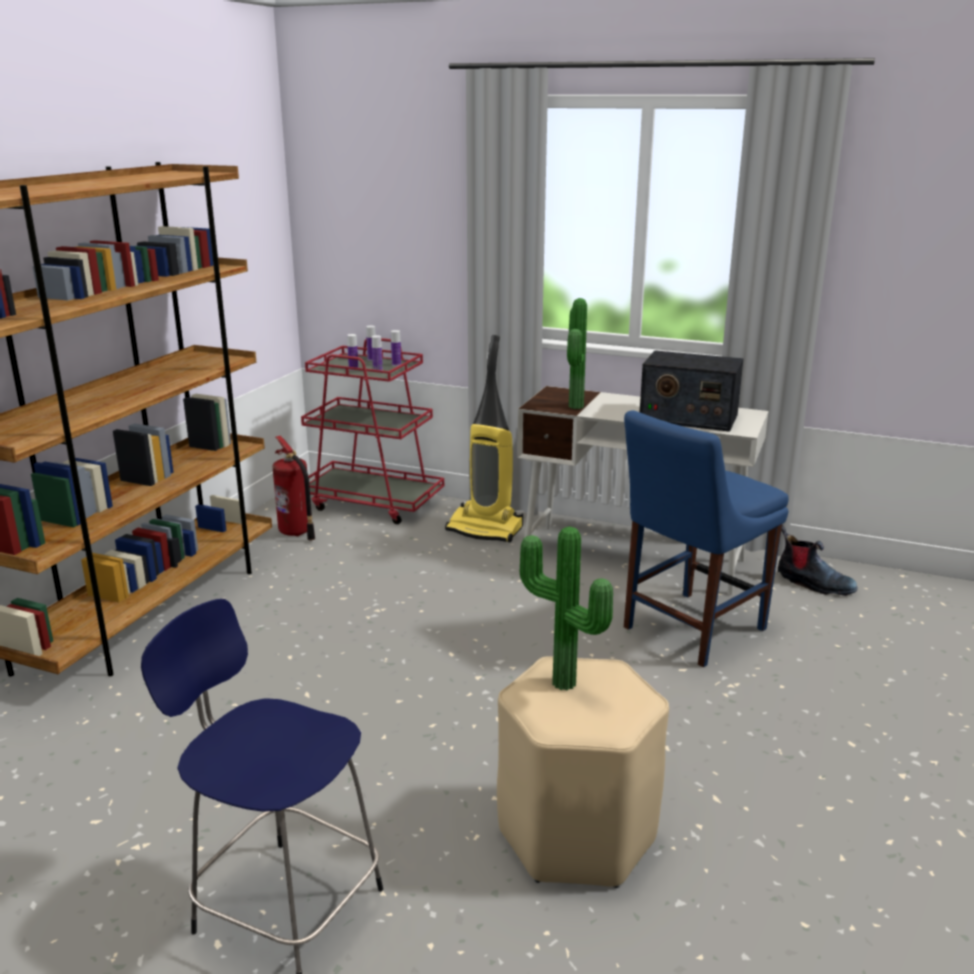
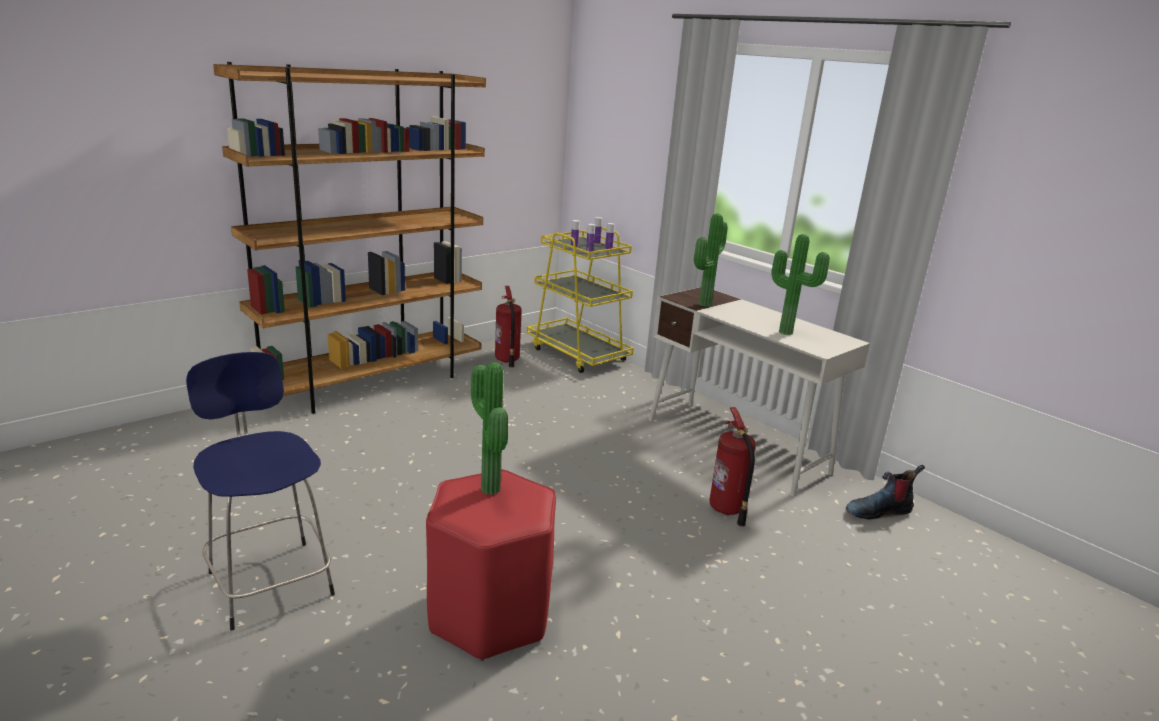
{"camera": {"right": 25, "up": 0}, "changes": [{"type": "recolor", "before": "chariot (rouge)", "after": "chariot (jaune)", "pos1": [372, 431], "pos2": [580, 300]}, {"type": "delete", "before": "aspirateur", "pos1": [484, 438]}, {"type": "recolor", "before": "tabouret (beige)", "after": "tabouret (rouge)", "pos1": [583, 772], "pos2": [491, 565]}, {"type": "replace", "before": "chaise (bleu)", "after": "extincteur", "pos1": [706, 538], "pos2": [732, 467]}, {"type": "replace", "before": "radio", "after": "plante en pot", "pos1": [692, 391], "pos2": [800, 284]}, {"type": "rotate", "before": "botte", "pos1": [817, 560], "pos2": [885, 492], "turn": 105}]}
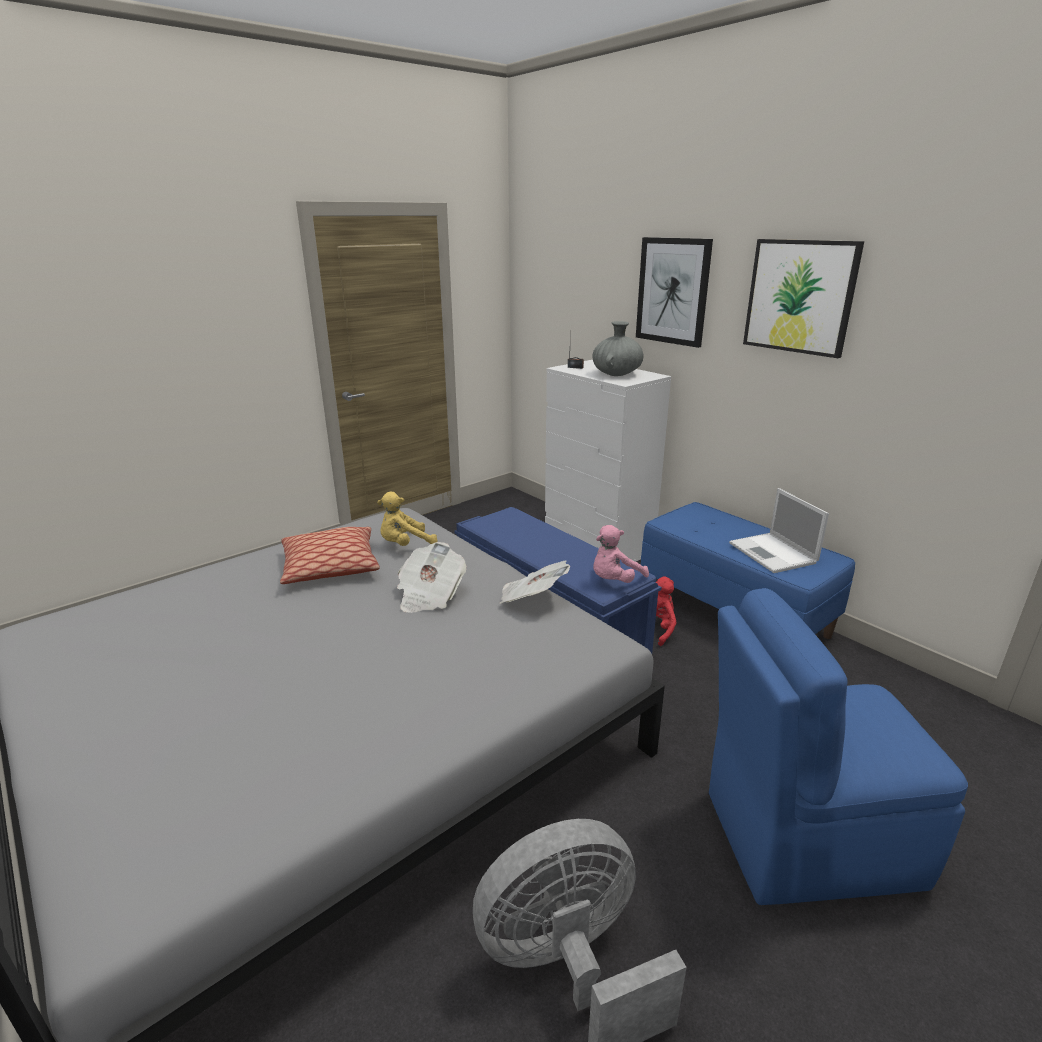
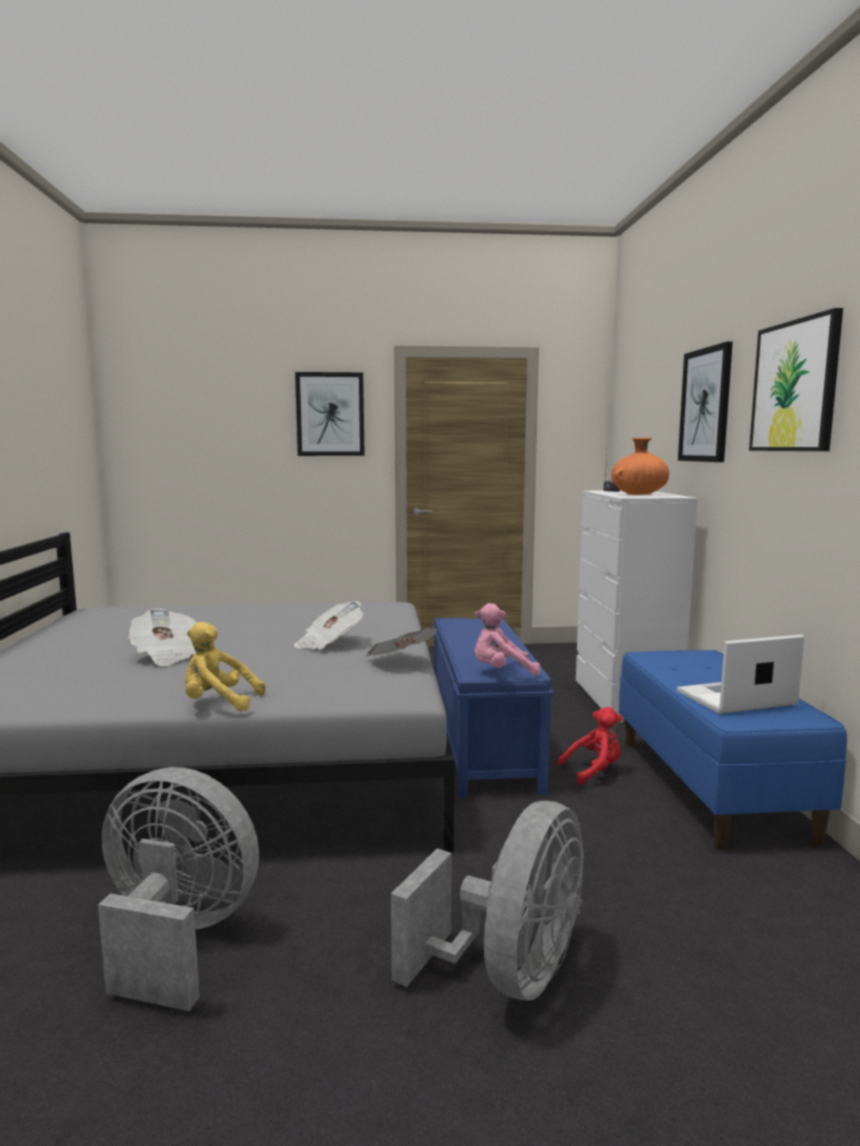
{"camera": {"right": 35, "up": -15}, "changes": [{"type": "delete", "before": "coussin", "pos1": [330, 555]}, {"type": "move", "before": "peluche (jaune)", "pos1": [407, 519], "pos2": [225, 666]}, {"type": "recolor", "before": "vase (gris)", "after": "vase (orange)", "pos1": [618, 348], "pos2": [640, 466]}, {"type": "replace", "before": "chaise (bleu)", "after": "ventilateur (gris)", "pos1": [838, 746], "pos2": [487, 901]}, {"type": "rotate", "before": "ordinateur portable", "pos1": [779, 530], "pos2": [740, 674], "turn": 60}, {"type": "insert", "after": "journal", "pos2": [162, 637]}, {"type": "insert", "after": "tableau", "pos2": [330, 414]}]}
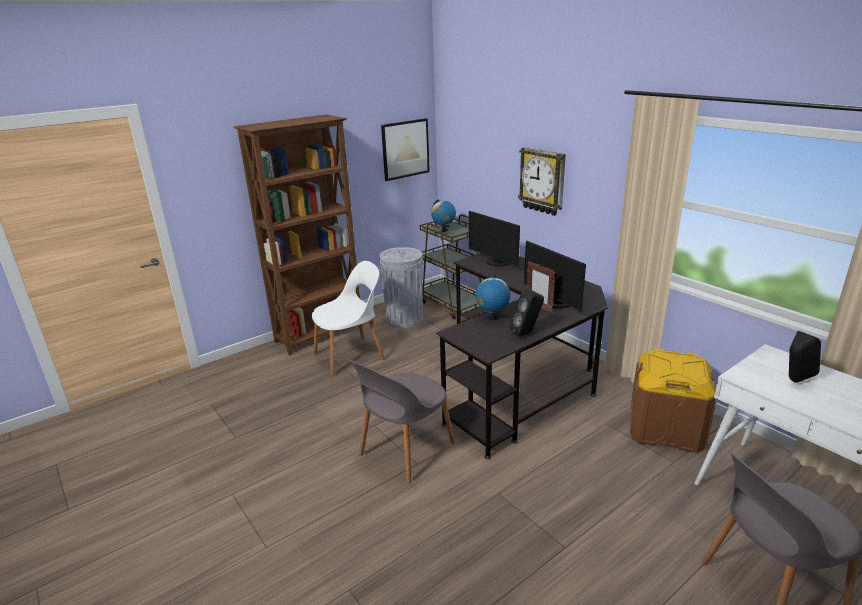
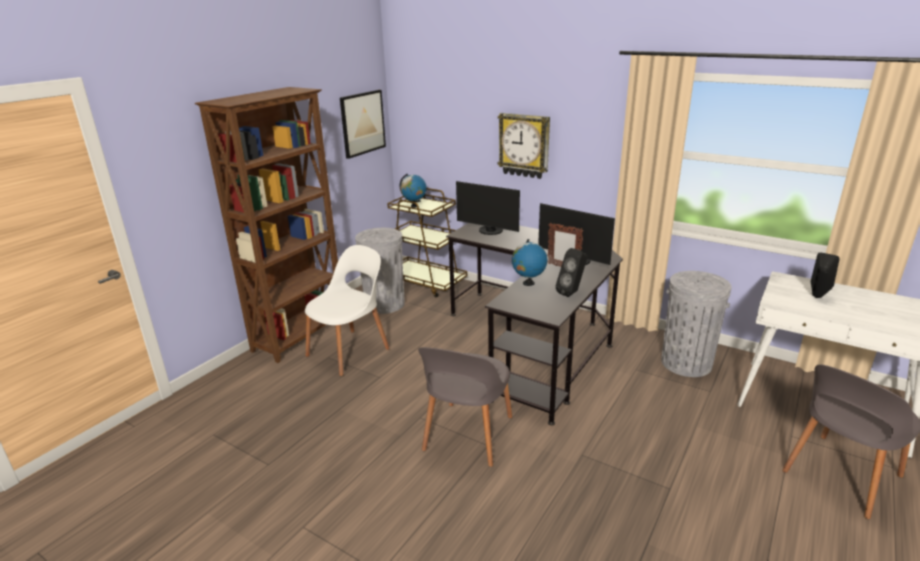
{"camera": {"right": -20, "up": 0}, "changes": [{"type": "replace", "before": "boîte de rangement (marron)", "after": "poubelle (gris)", "pos1": [673, 401], "pos2": [696, 324]}]}
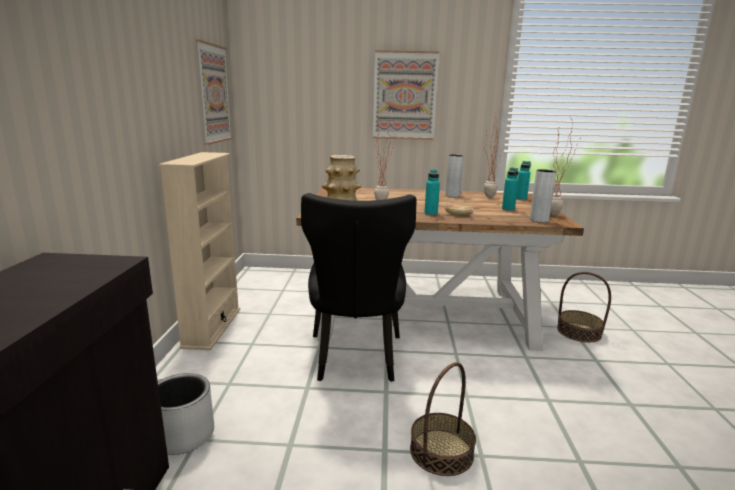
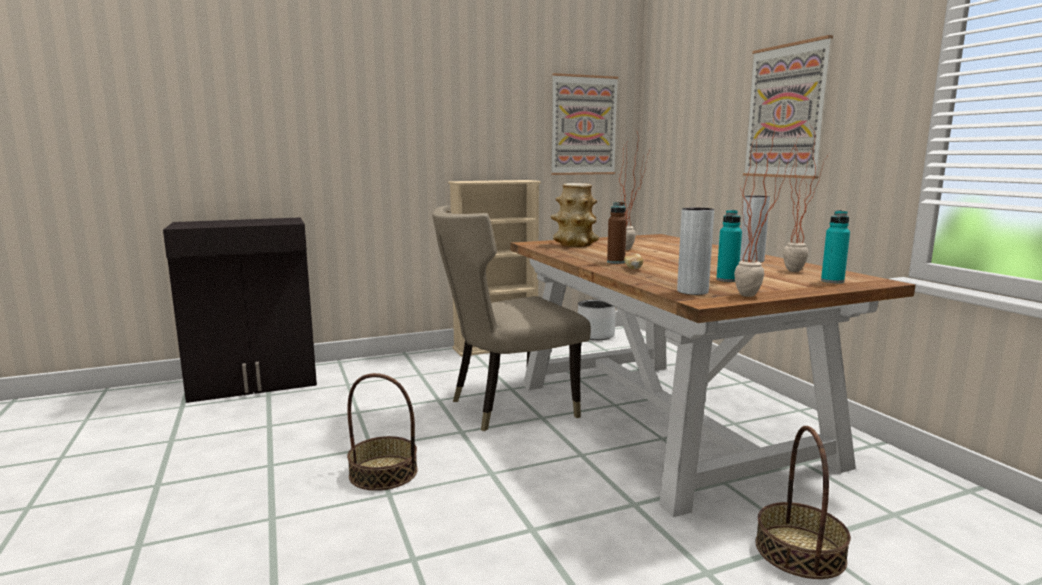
{"camera": {"right": 65, "up": -5}, "changes": [{"type": "move", "before": "cache-pot (gris)", "pos1": [186, 414], "pos2": [596, 320]}, {"type": "recolor", "before": "chaise (noir)", "after": "chaise (beige)", "pos1": [358, 287], "pos2": [511, 318]}, {"type": "recolor", "before": "bouteille (turquoise)", "after": "bouteille (marron)", "pos1": [432, 192], "pos2": [617, 233]}]}
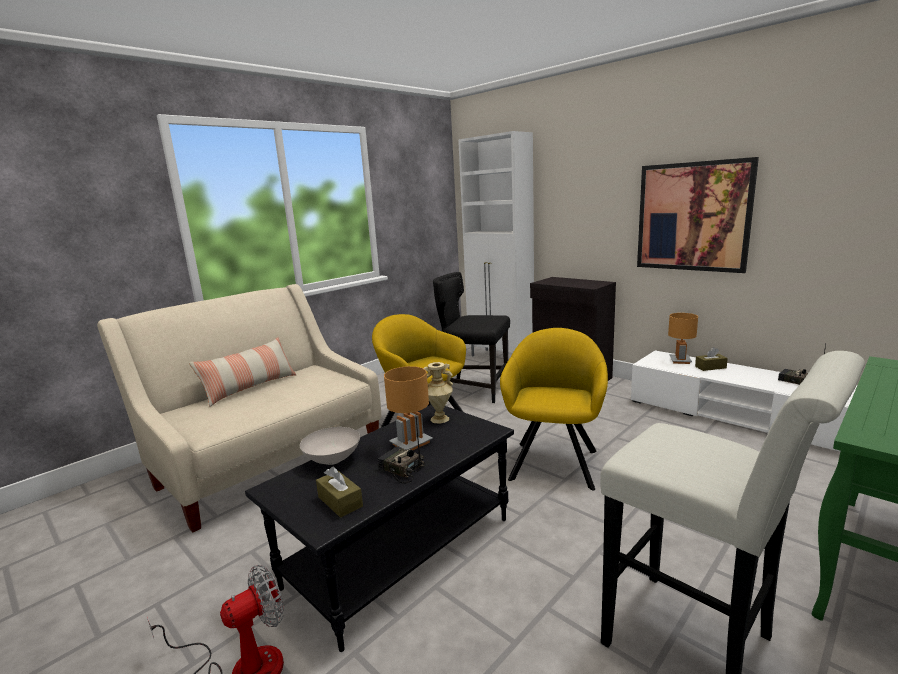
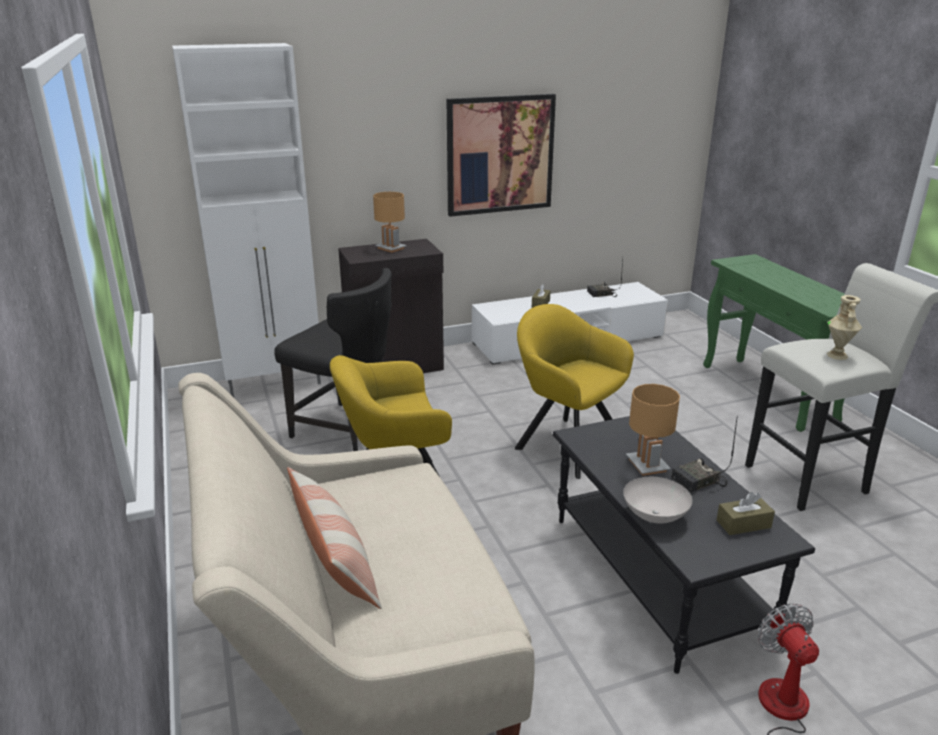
{"camera": {"right": -65, "up": 10}, "changes": [{"type": "move", "before": "vase (beige)", "pos1": [438, 393], "pos2": [844, 327]}, {"type": "rotate", "before": "chaise (noir)", "pos1": [471, 337], "pos2": [332, 359], "turn": -105}, {"type": "move", "before": "lampe de table (marron)", "pos1": [683, 338], "pos2": [390, 222]}]}
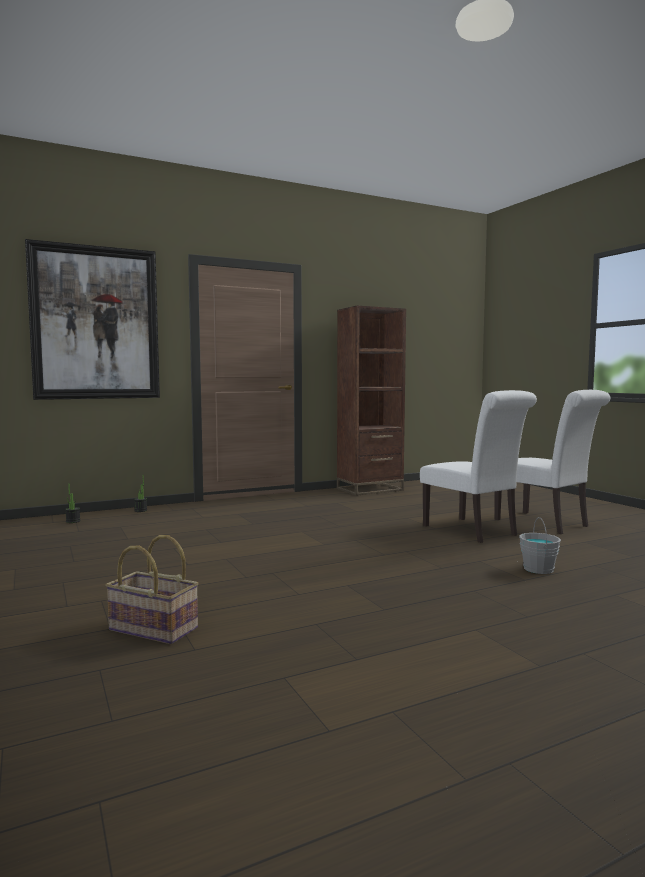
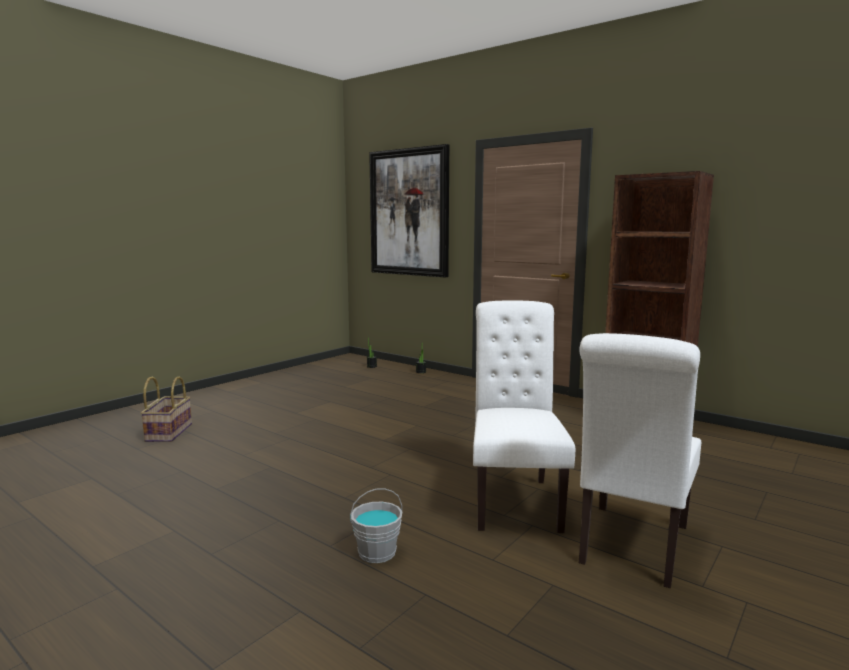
{"camera": {"right": 65, "up": 5}, "changes": [{"type": "rotate", "before": "chaise (blanc)", "pos1": [478, 466], "pos2": [524, 416], "turn": 150}]}
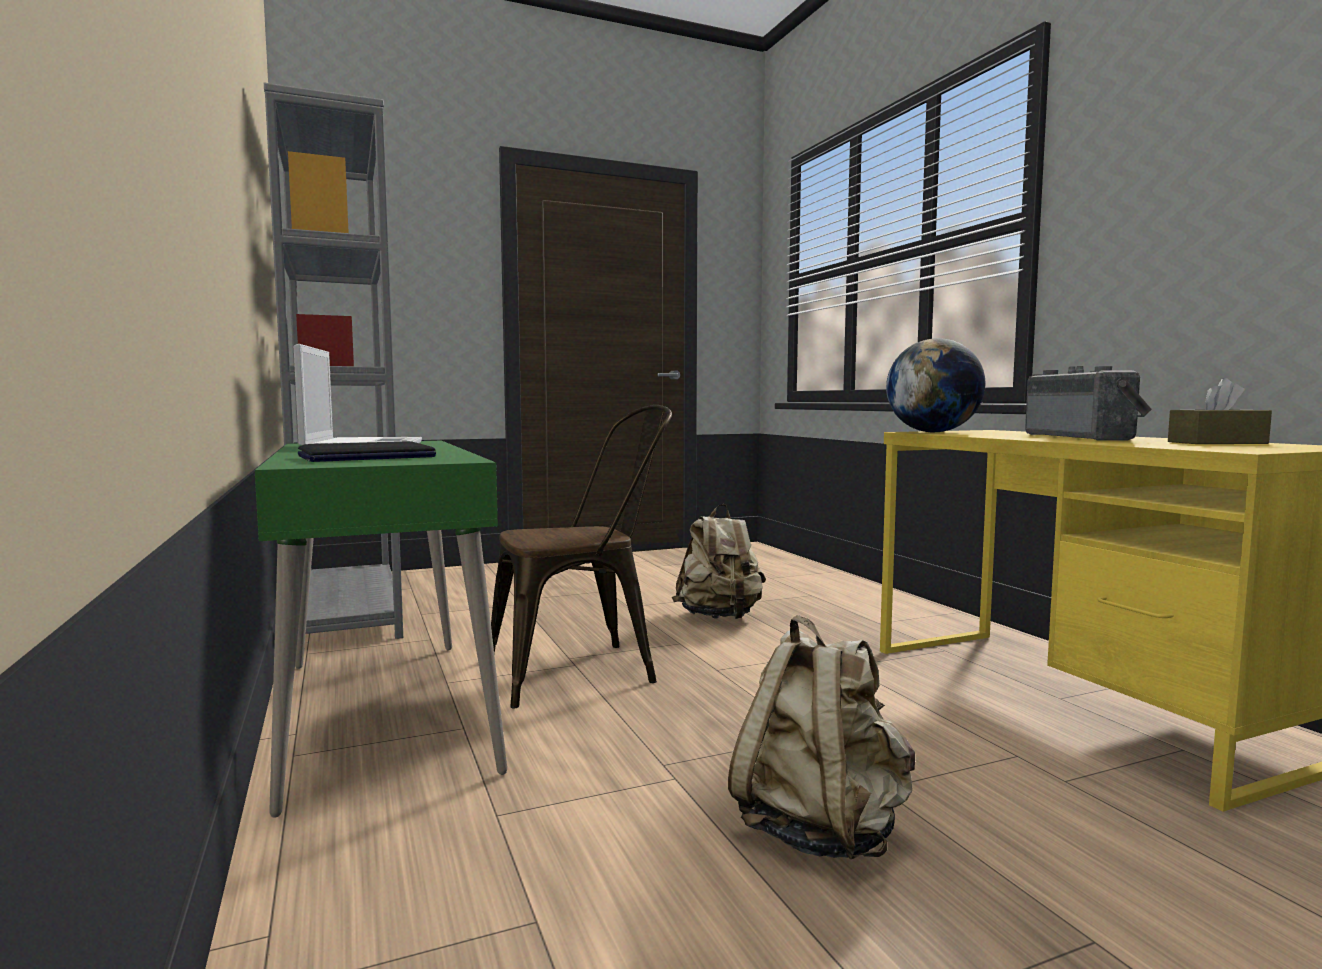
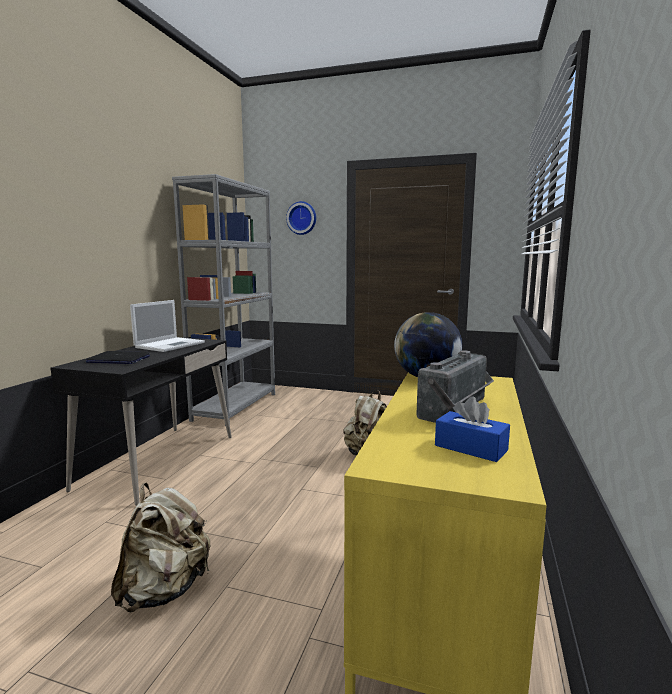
{"camera": {"right": 40, "up": 5}, "changes": [{"type": "recolor", "before": "bureau (vert)", "after": "bureau (noir)", "pos1": [381, 629], "pos2": [141, 421]}, {"type": "delete", "before": "chaise (marron)", "pos1": [581, 556]}, {"type": "recolor", "before": "boîte à mouchoirs (marron)", "after": "boîte à mouchoirs (bleu)", "pos1": [1220, 411], "pos2": [472, 429]}, {"type": "insert", "after": "horloge murale", "pos2": [301, 218]}]}
